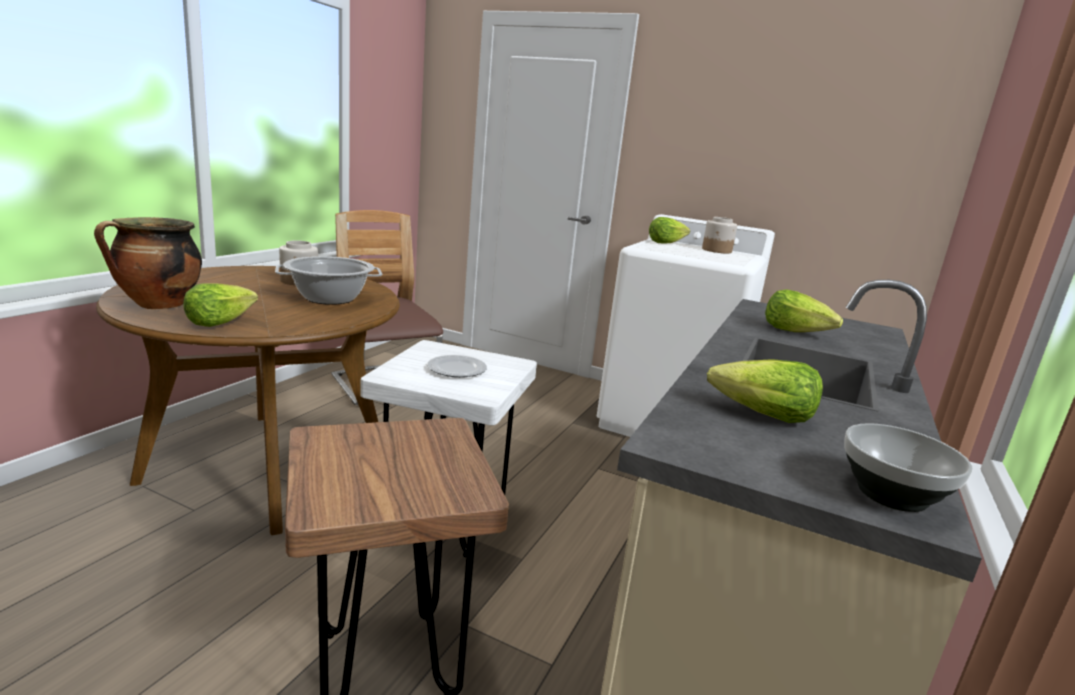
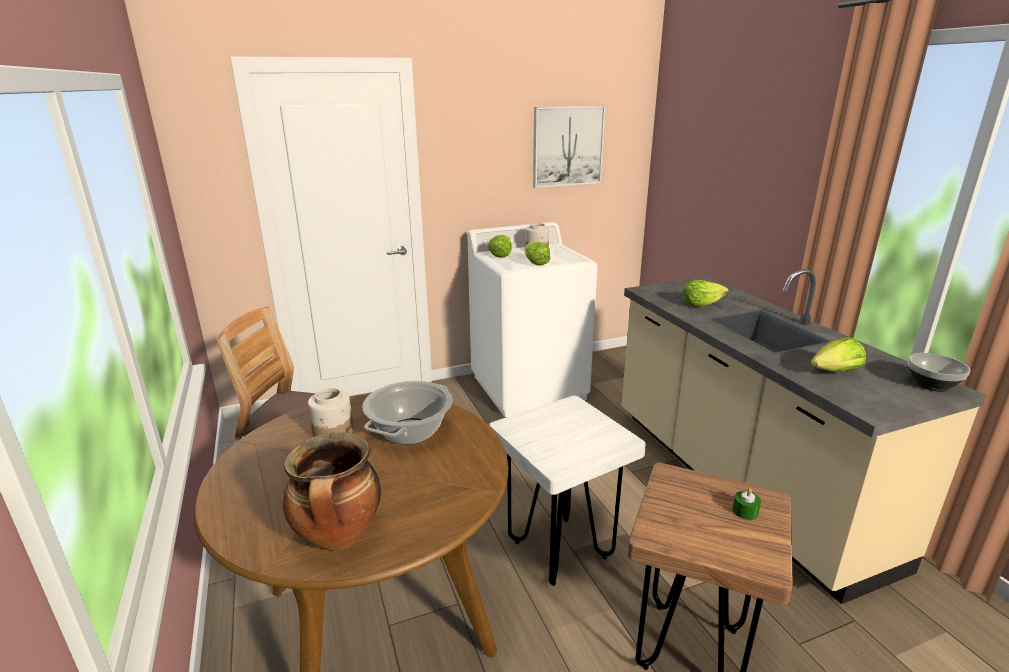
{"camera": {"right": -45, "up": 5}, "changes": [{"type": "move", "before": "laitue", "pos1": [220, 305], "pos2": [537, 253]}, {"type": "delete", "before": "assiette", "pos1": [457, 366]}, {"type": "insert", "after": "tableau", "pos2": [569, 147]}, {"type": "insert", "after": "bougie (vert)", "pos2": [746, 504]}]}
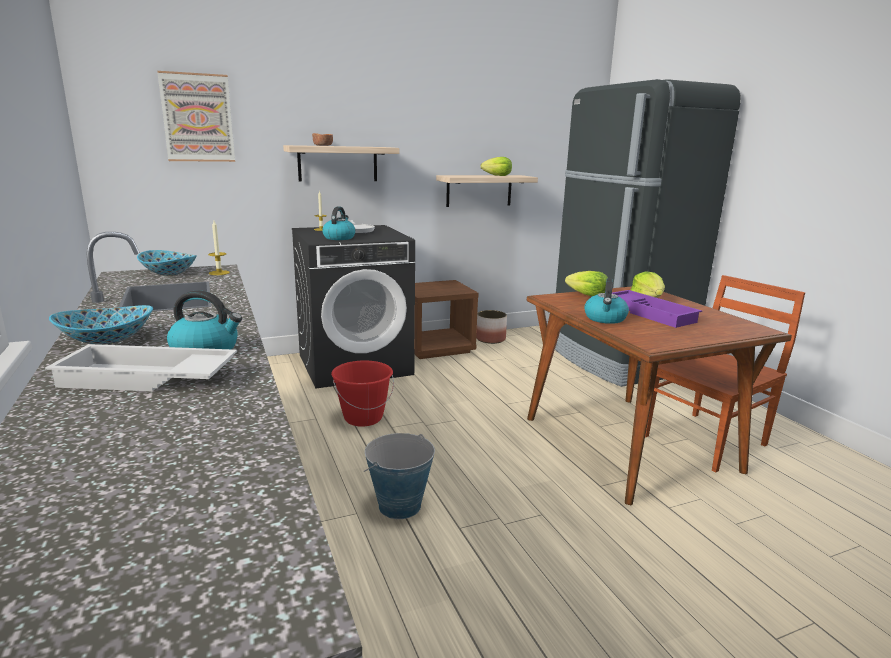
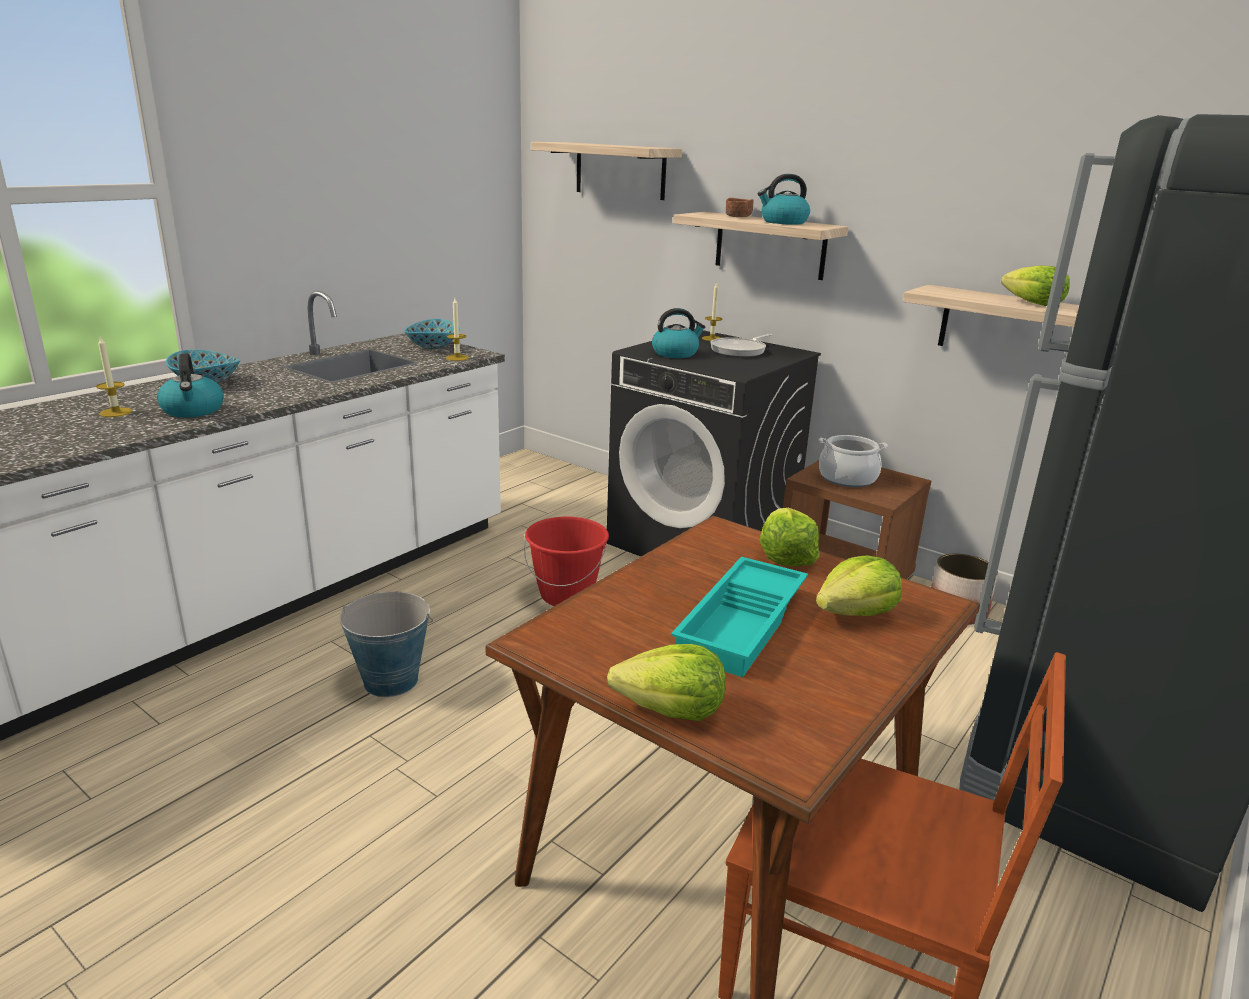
{"camera": {"right": 60, "up": 5}, "changes": [{"type": "replace", "before": "plateau (blanc)", "after": "bougie", "pos1": [141, 367], "pos2": [114, 376]}, {"type": "replace", "before": "tableau", "after": "étagère", "pos1": [196, 116], "pos2": [606, 171]}, {"type": "move", "before": "bouilloire", "pos1": [606, 301], "pos2": [784, 199]}, {"type": "recolor", "before": "plateau (violet)", "after": "plateau (turquoise)", "pos1": [657, 309], "pos2": [739, 617]}, {"type": "insert", "after": "laitue", "pos2": [666, 682]}, {"type": "insert", "after": "marmite", "pos2": [853, 461]}]}
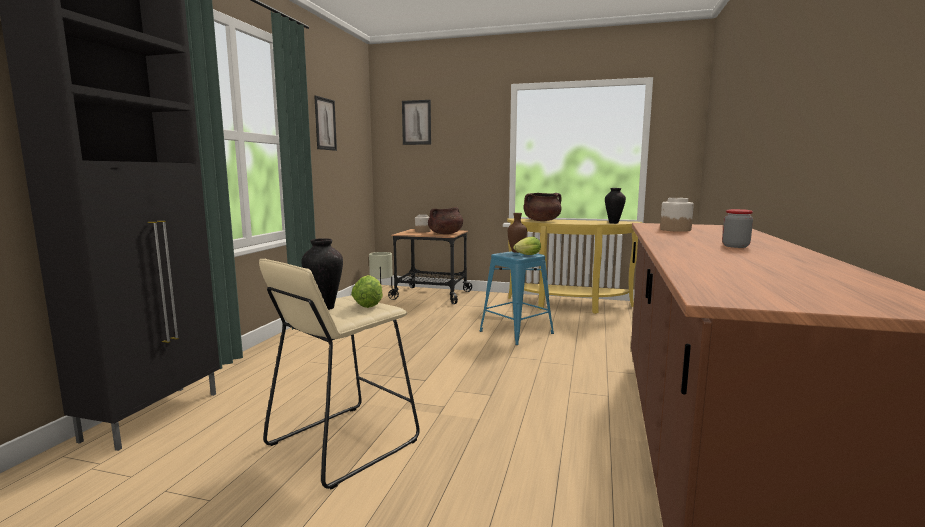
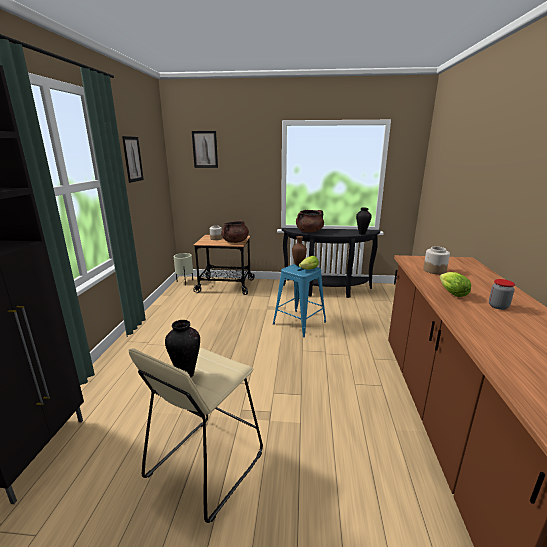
{"camera": {"right": -10, "up": 10}, "changes": [{"type": "move", "before": "laitue", "pos1": [367, 291], "pos2": [455, 284]}, {"type": "recolor", "before": "table console (jaune)", "after": "table console (noir)", "pos1": [575, 266], "pos2": [331, 263]}]}
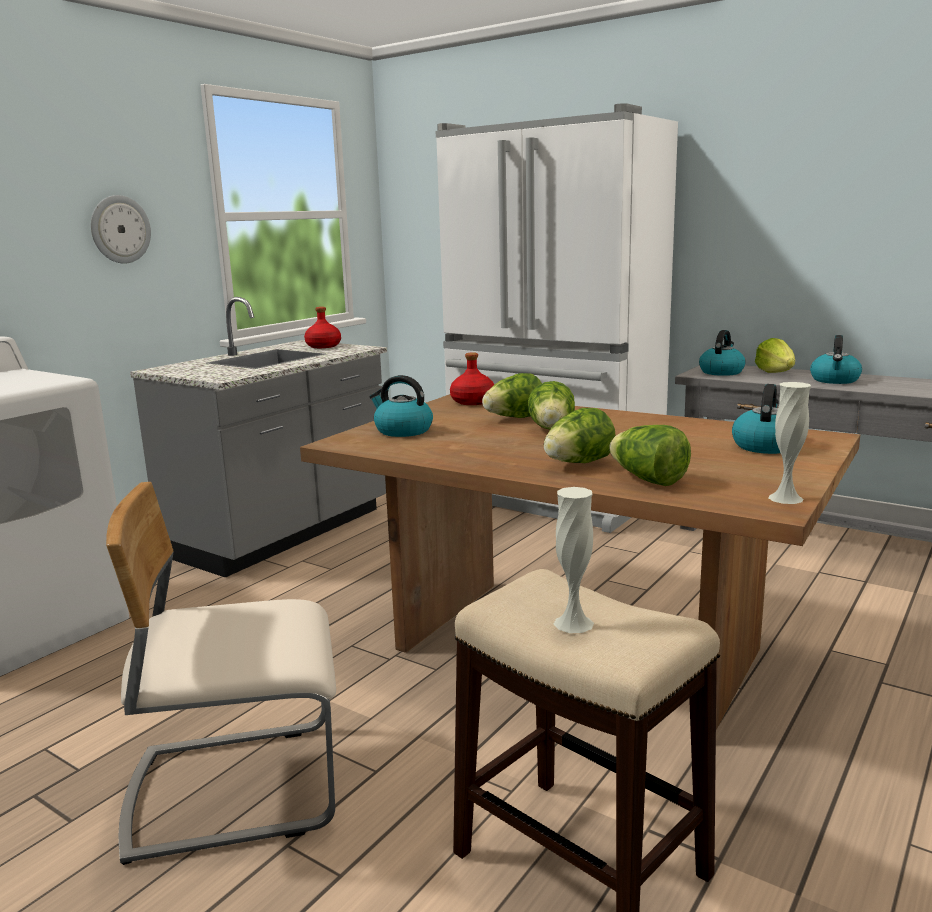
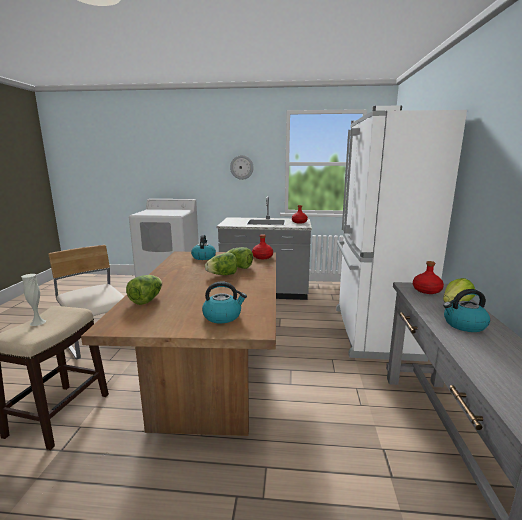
{"camera": {"right": 60, "up": 0}, "changes": [{"type": "delete", "before": "laitue", "pos1": [579, 435]}, {"type": "replace", "before": "bouilloire", "after": "bouteille (rouge)", "pos1": [722, 353], "pos2": [428, 277]}, {"type": "delete", "before": "vase (blanc)", "pos1": [789, 443]}]}
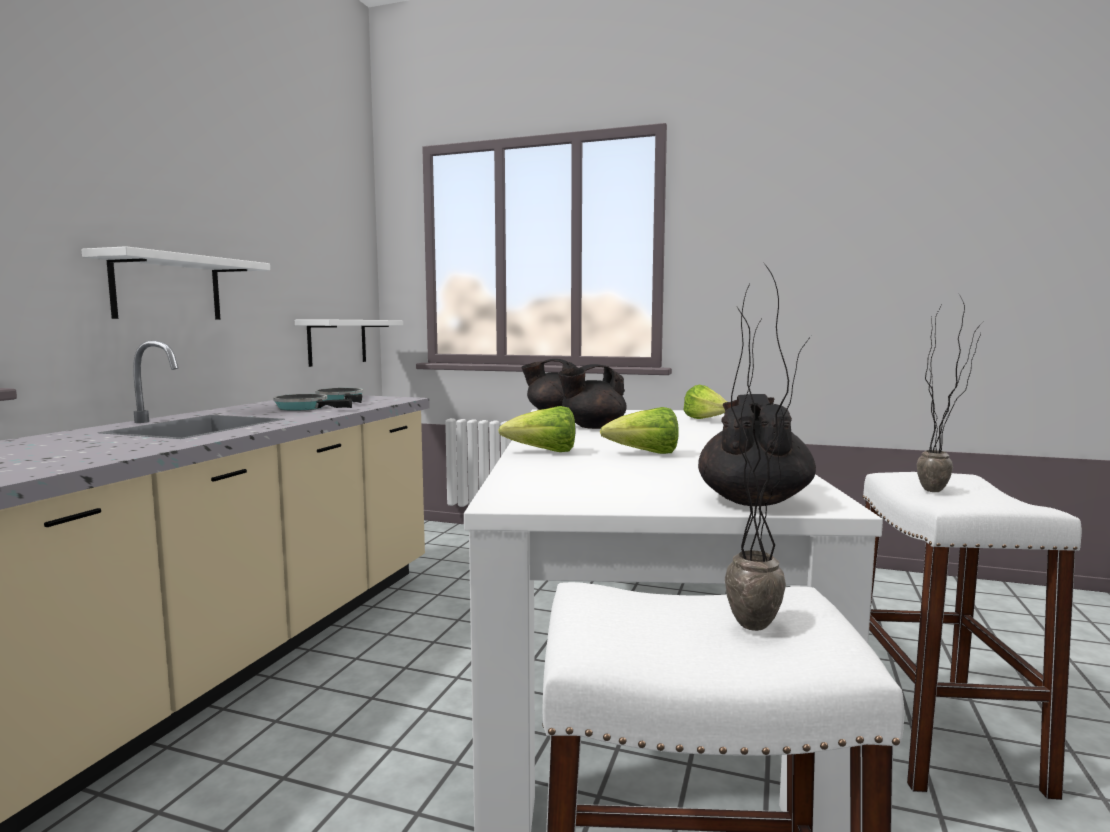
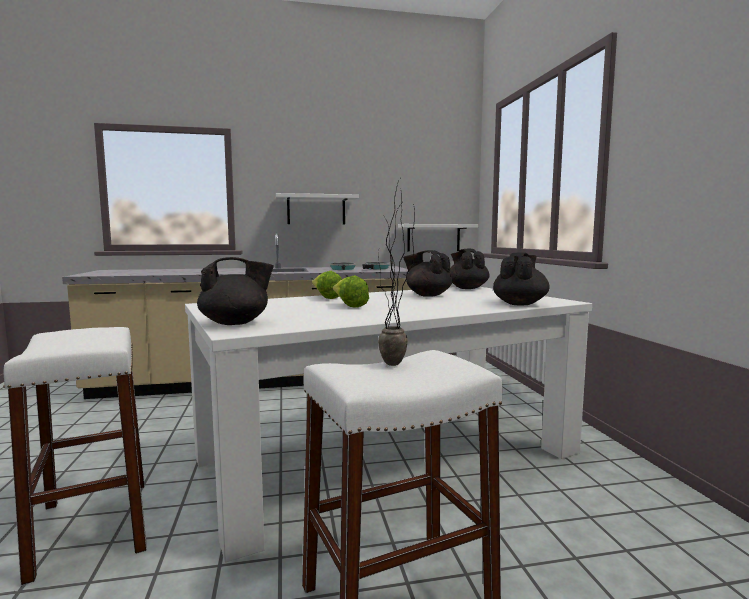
{"camera": {"right": 60, "up": 0}, "changes": [{"type": "replace", "before": "laitue", "after": "théière (noir)", "pos1": [705, 402], "pos2": [521, 278]}, {"type": "delete", "before": "plante en pot", "pos1": [768, 448]}]}
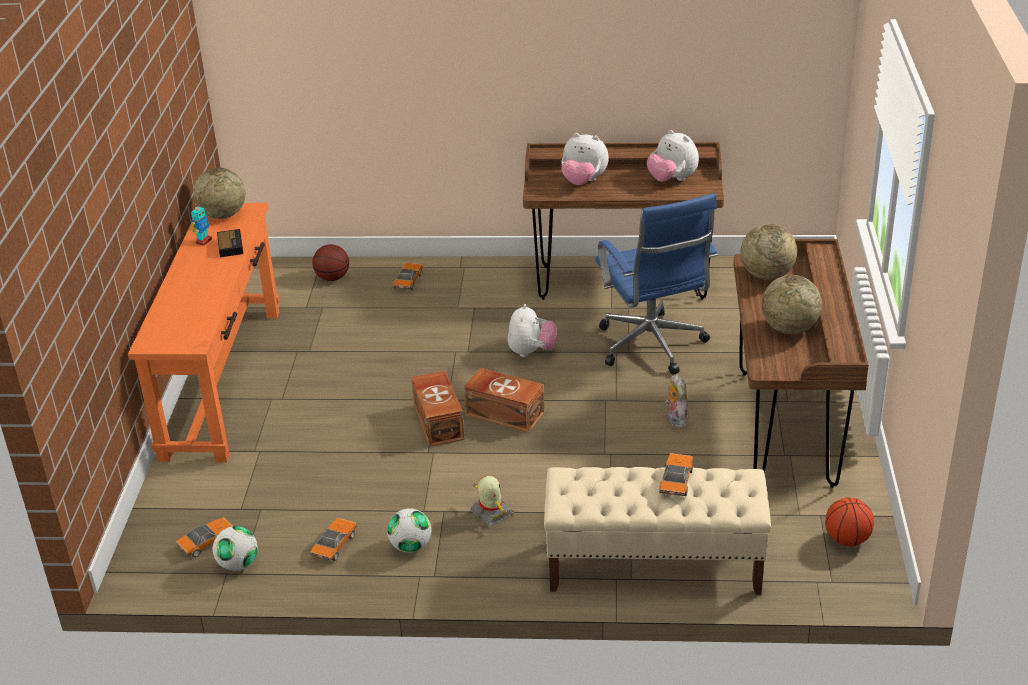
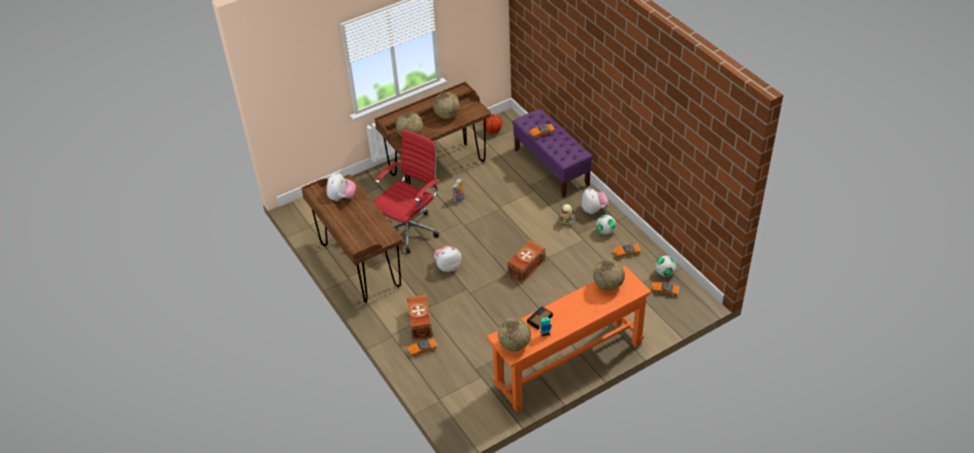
{"camera": {"right": -125, "up": 10}, "changes": [{"type": "delete", "before": "ballon de basket", "pos1": [330, 262]}, {"type": "move", "before": "boîte de rangement (marron)", "pos1": [504, 400], "pos2": [419, 317]}, {"type": "recolor", "before": "banc (beige)", "after": "banc (violet)", "pos1": [657, 531], "pos2": [552, 153]}, {"type": "move", "before": "peluche", "pos1": [585, 159], "pos2": [595, 200]}, {"type": "recolor", "before": "chaise de bureau (bleu)", "after": "chaise de bureau (rouge)", "pos1": [656, 284], "pos2": [406, 191]}, {"type": "insert", "after": "globe", "pos2": [609, 275]}]}
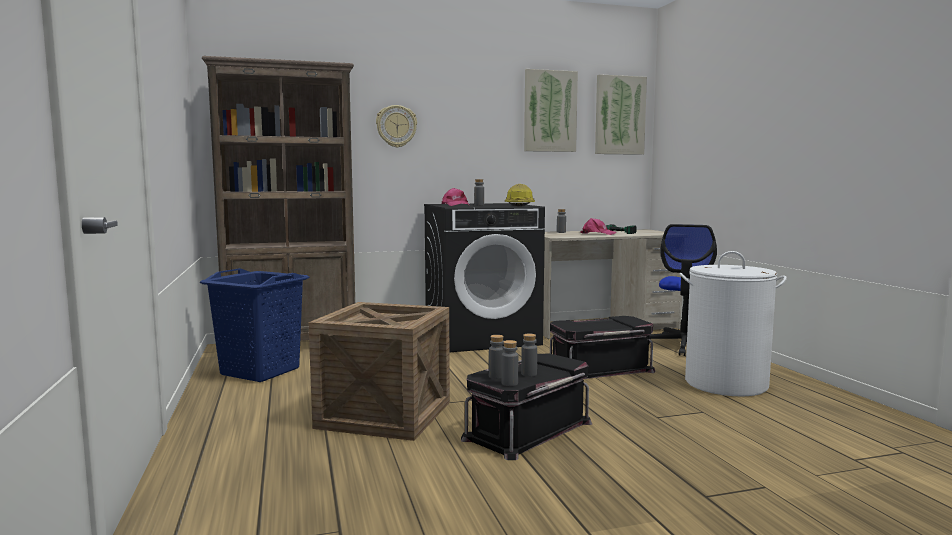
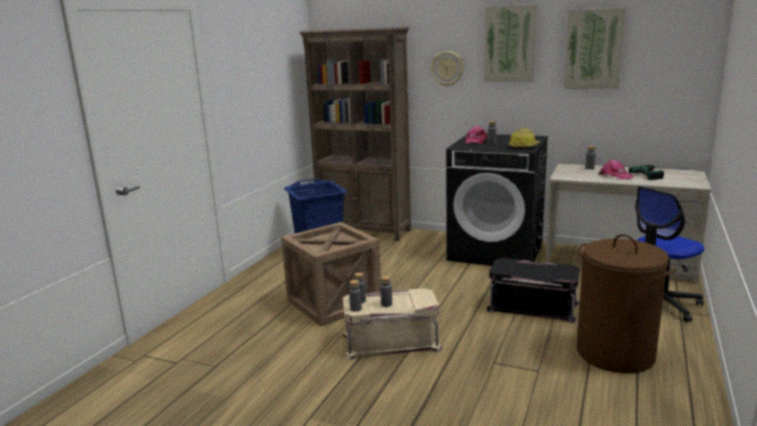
{"camera": {"right": 40, "up": 10}, "changes": [{"type": "recolor", "before": "boîte de rangement (noir)", "after": "boîte de rangement (beige)", "pos1": [526, 407], "pos2": [392, 324]}, {"type": "move", "before": "tableau", "pos1": [621, 114], "pos2": [511, 43]}, {"type": "recolor", "before": "panier à linge (blanc)", "after": "panier à linge (marron)", "pos1": [733, 323], "pos2": [626, 303]}]}
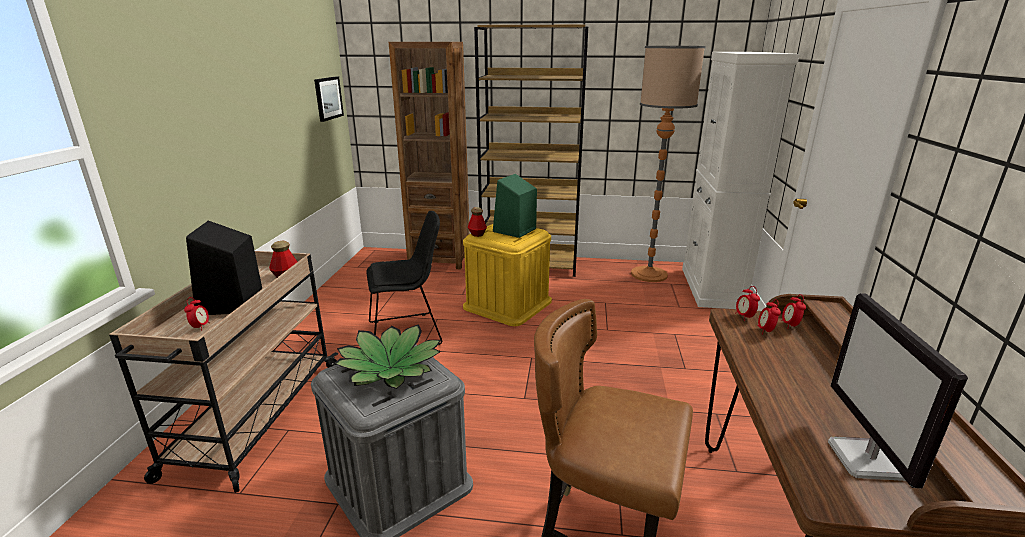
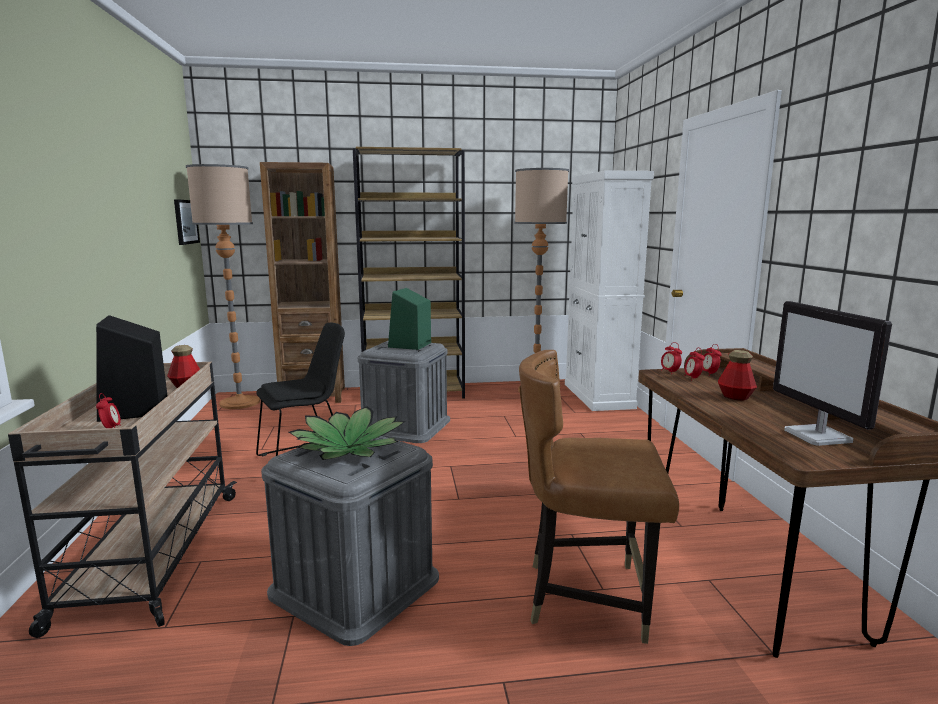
{"camera": {"right": -15, "up": -10}, "changes": [{"type": "recolor", "before": "boîte de rangement (jaune)", "after": "boîte de rangement (gris)", "pos1": [507, 275], "pos2": [404, 392]}, {"type": "move", "before": "bouteille", "pos1": [477, 222], "pos2": [737, 375]}, {"type": "insert", "after": "lampadaire", "pos2": [223, 286]}]}
